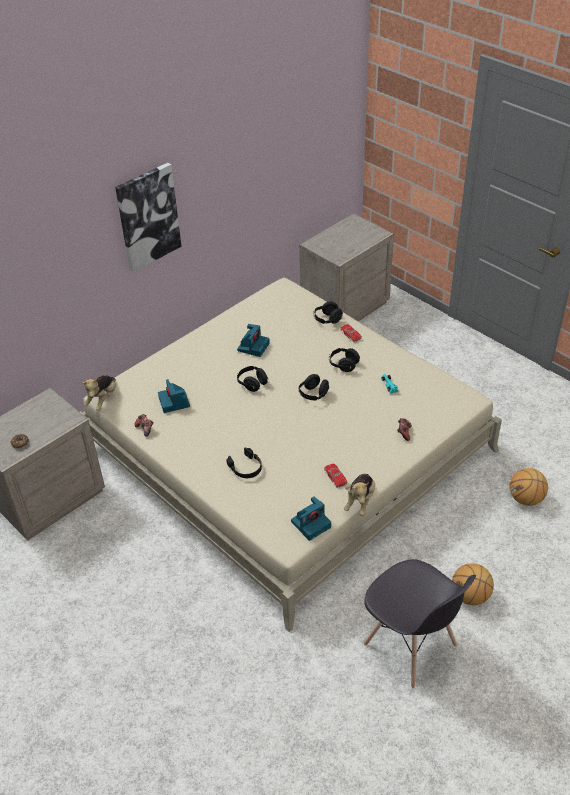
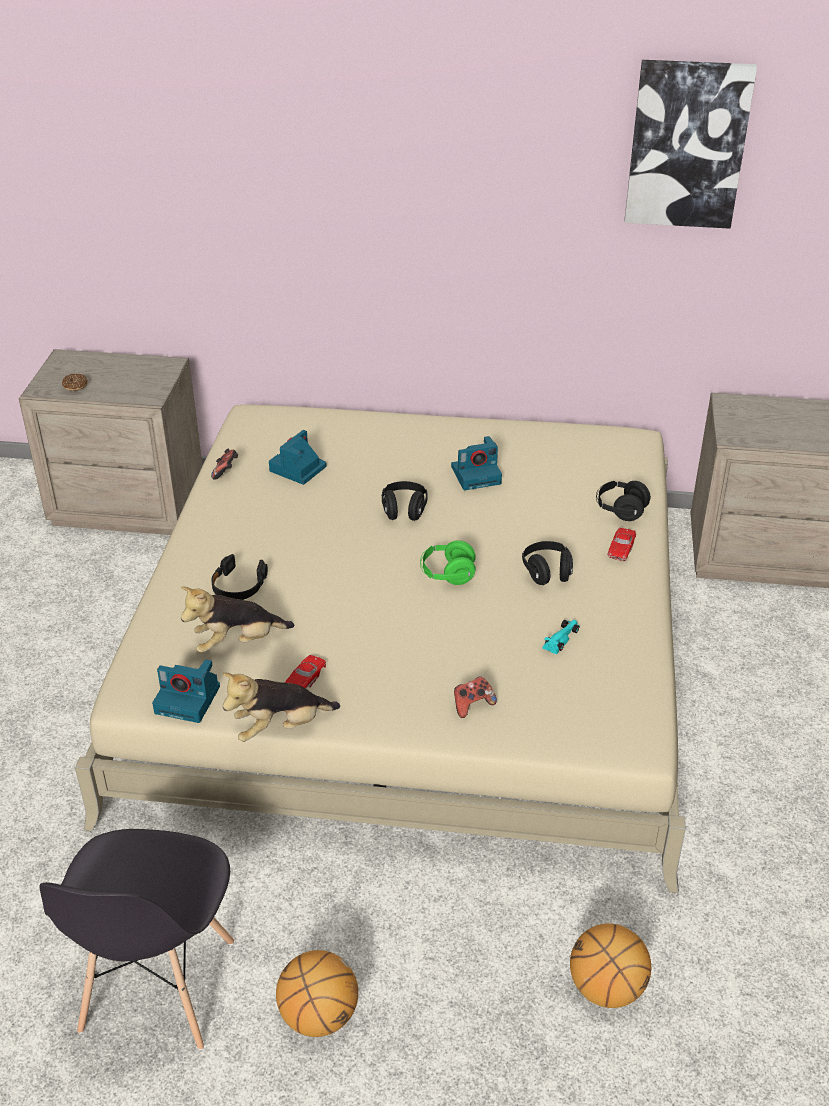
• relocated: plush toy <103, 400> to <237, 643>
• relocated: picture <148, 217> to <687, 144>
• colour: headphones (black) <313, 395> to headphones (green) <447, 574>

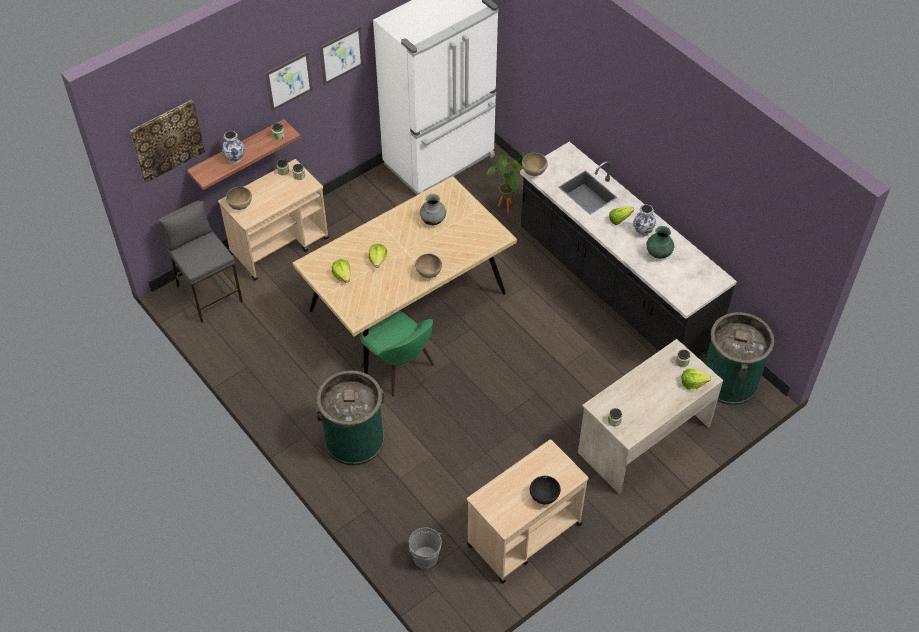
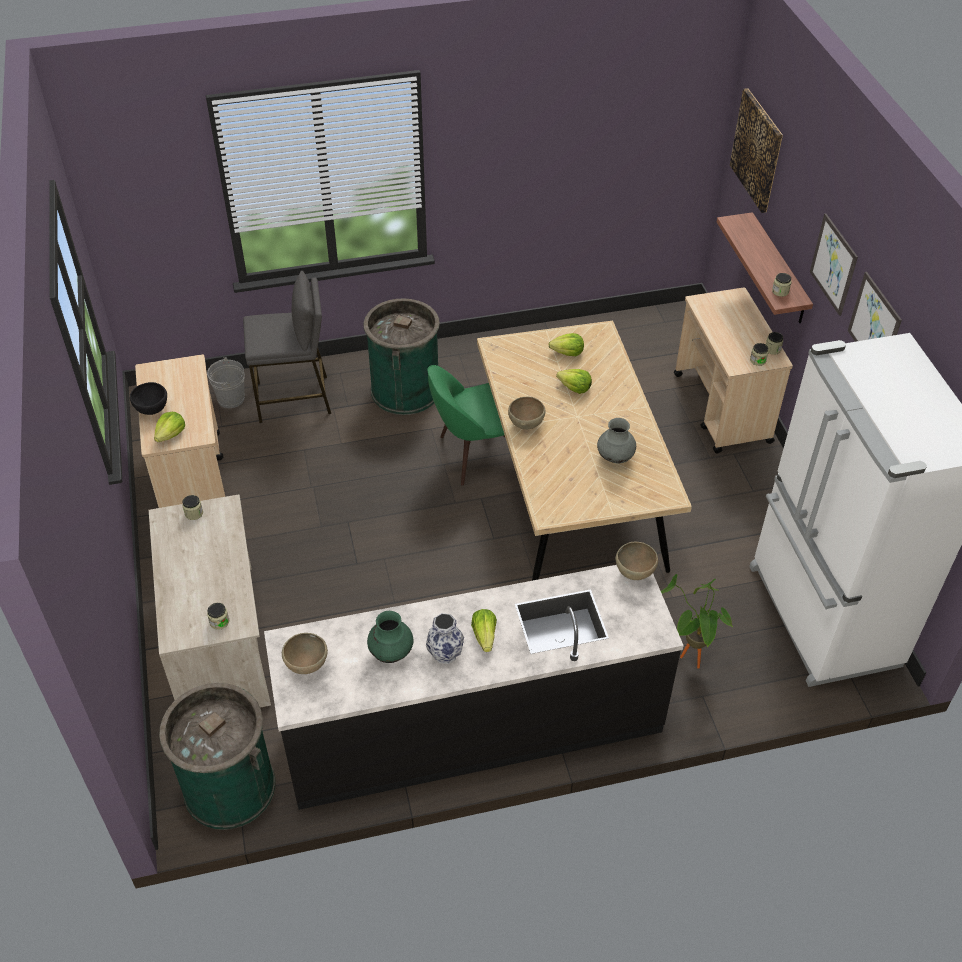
• missing: vase <235, 158>
• relocated: stool (grey) <209, 293> to <294, 399>
• relocated: bowl (brown) <240, 206> to <307, 665>
• relocated: lettuce <693, 383> to <171, 434>

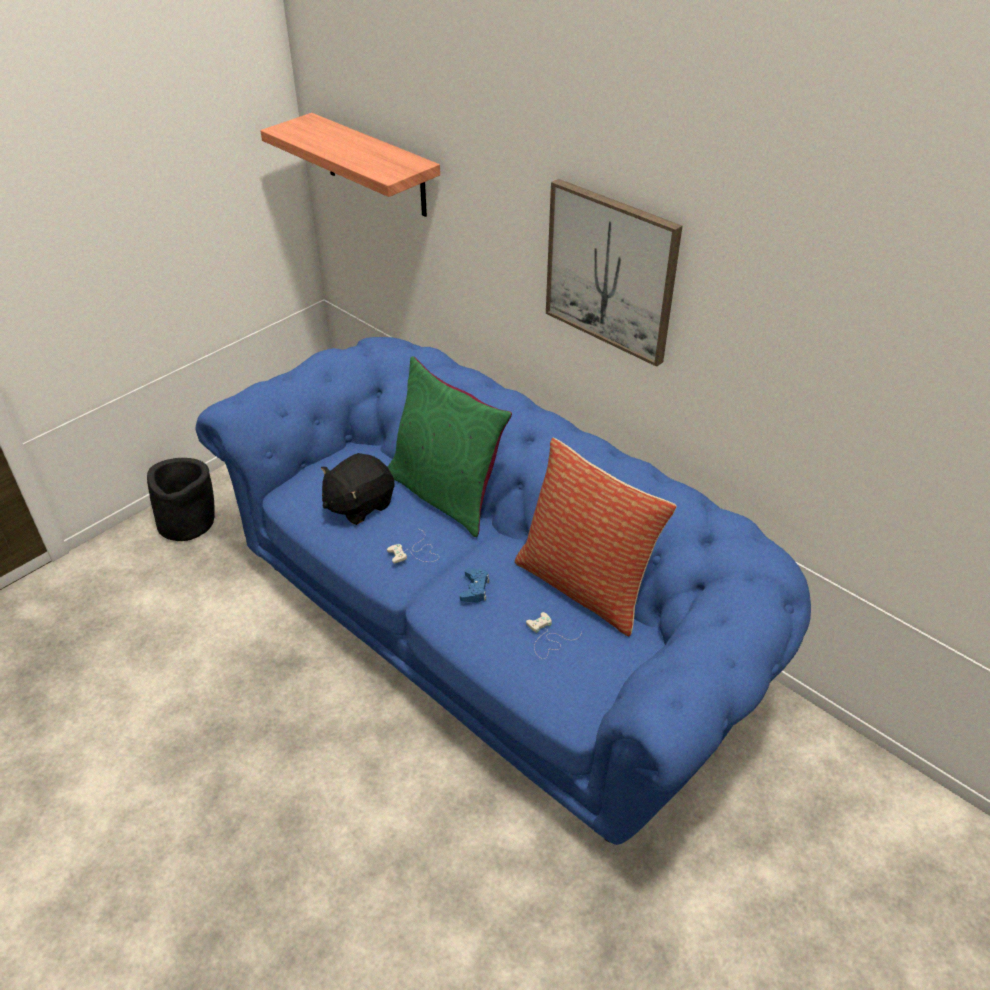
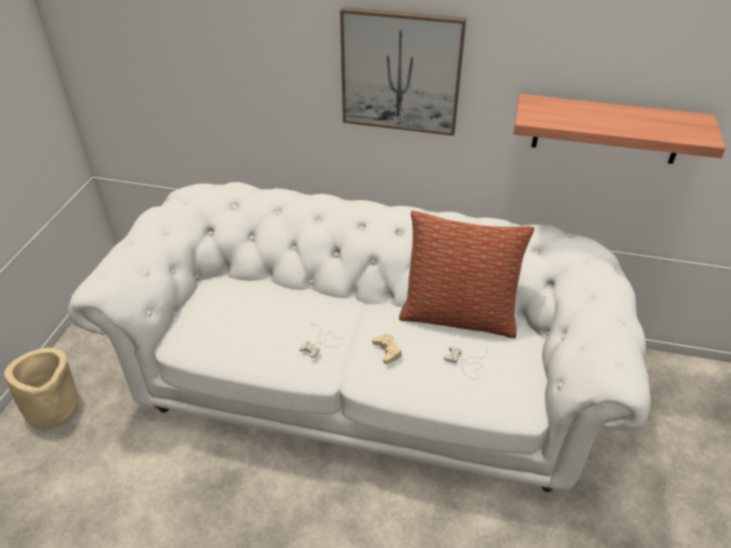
• missing: plush toy (black) <359, 505>
• missing: pillow (green) <446, 494>
• relocated: shelf <375, 166> to <607, 129>
• colour: planter (black) <188, 523> to planter (beige) <54, 408>
• colour: sofa (blue) <493, 628> to sofa (white) <365, 382>
• colour: game controller (blue) <475, 589> to game controller (beige) <387, 351>

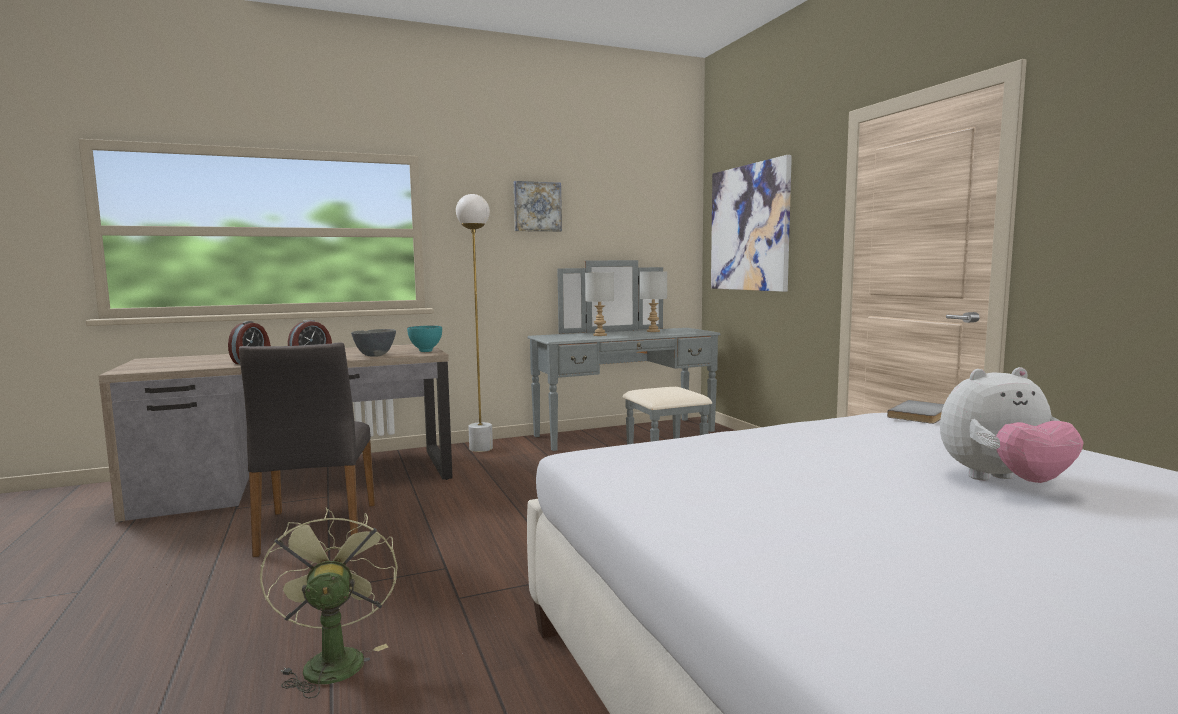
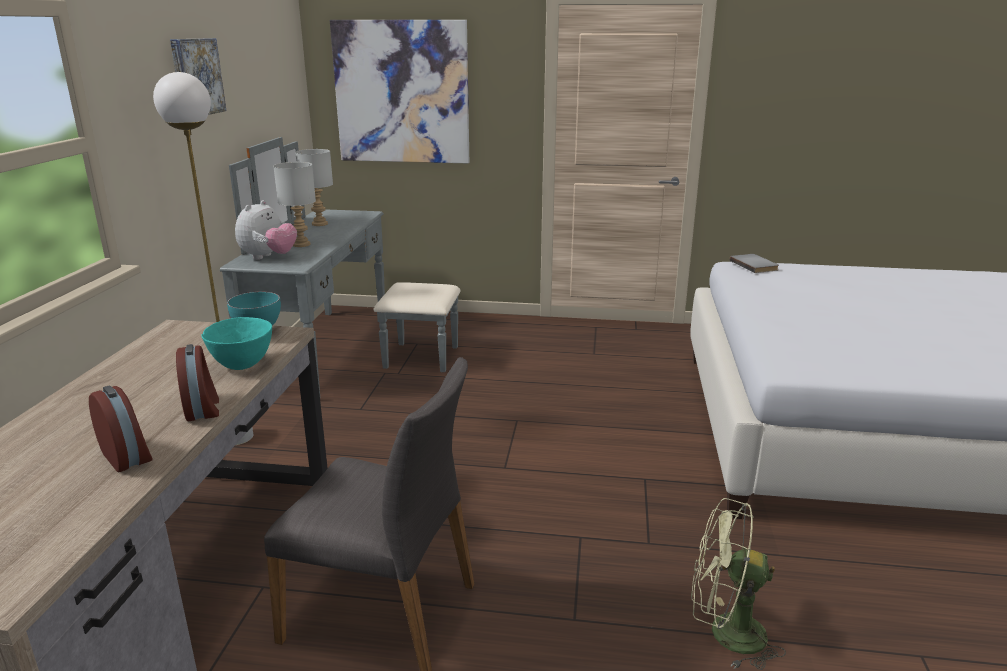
• relocated: plush toy <1002, 482> to <268, 257>
• colour: bowl (grey) <374, 356> to bowl (turquoise) <241, 366>

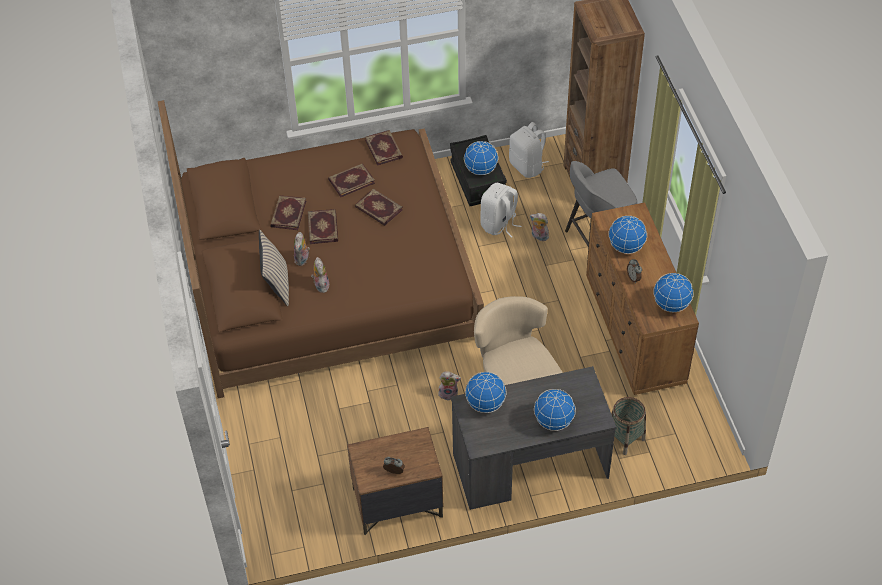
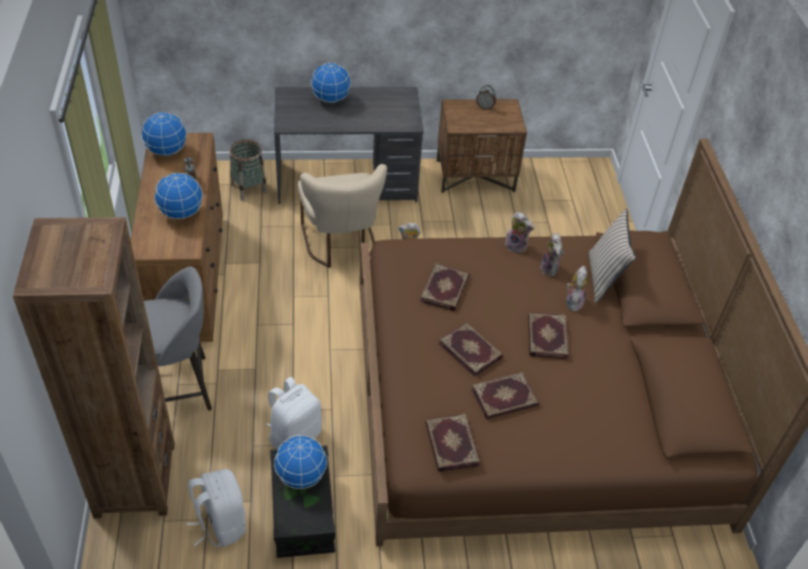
• missing: globe <485, 403>
• relocated: book <287, 214> to <445, 289>
• relocated: plush toy <538, 237> to <517, 246>

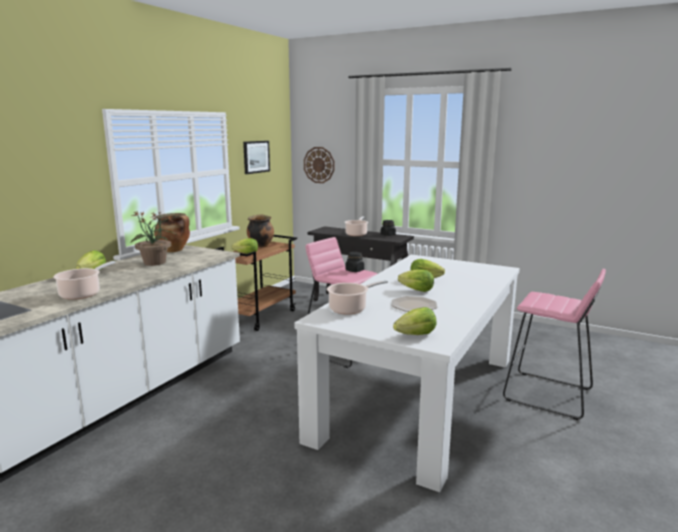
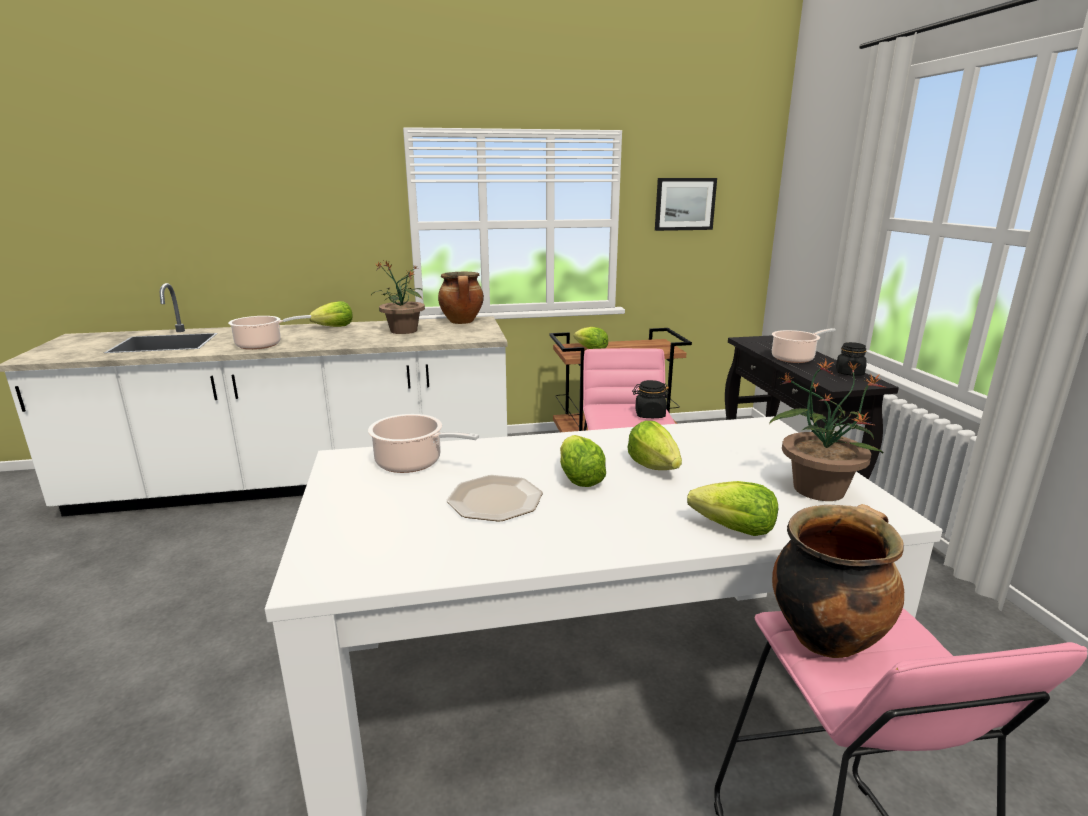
• missing: wall clock <319, 165>
• appeared: potted plant <817, 488>
• relocated: cooking pot <260, 245> to <826, 635>
• relocated: lettuce <416, 335> to <734, 529>

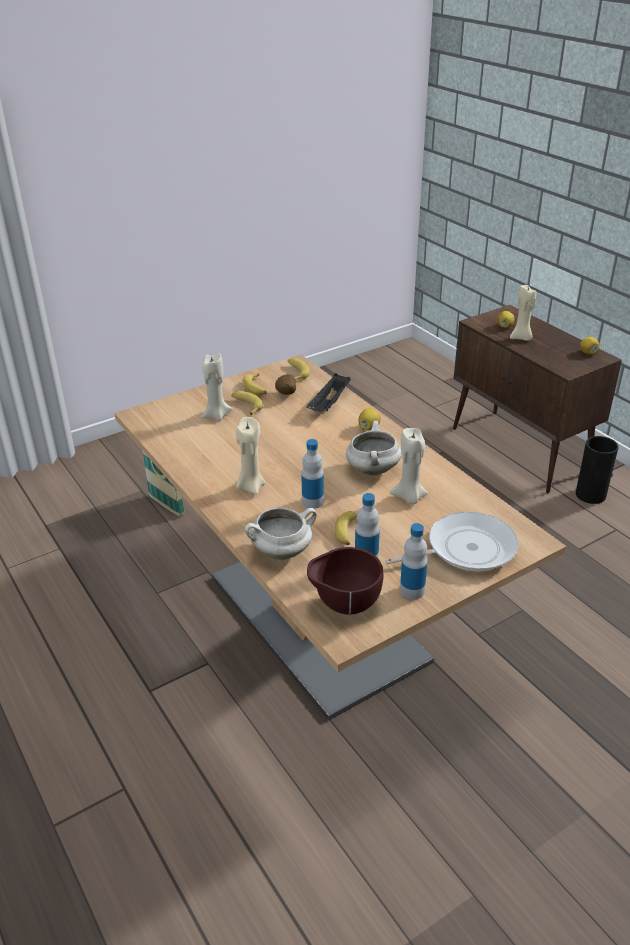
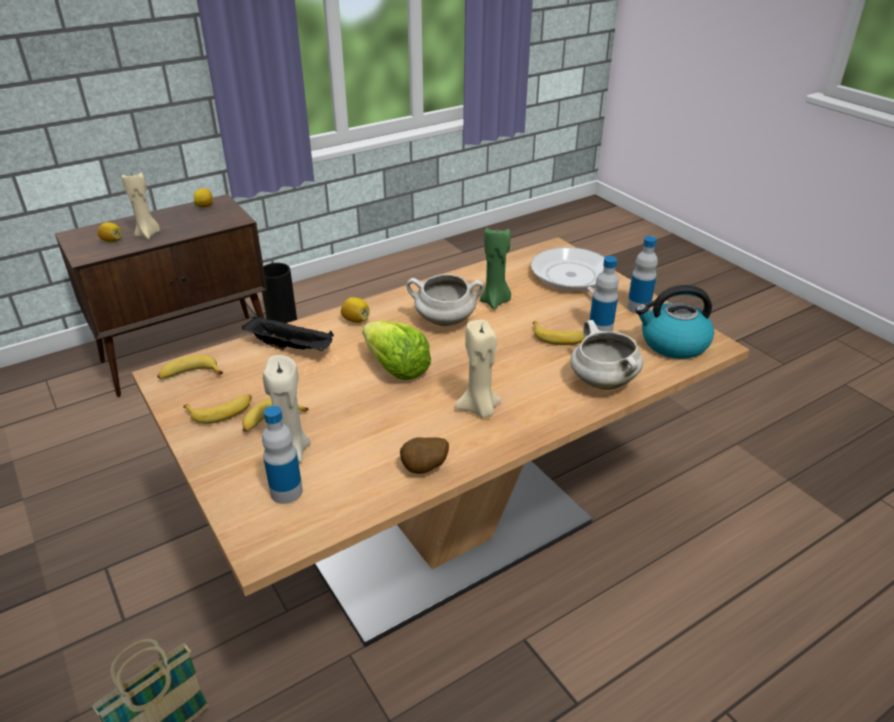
• appeared: lettuce <395, 368>
• relocated: potato <285, 394> to <424, 469>
• relocated: bottle <312, 502> to <286, 492>
• exchanged: bowl (brown) <344, 606> to kettle <673, 343>
• colour: candle (beige) <409, 497> to candle (green) <495, 302>

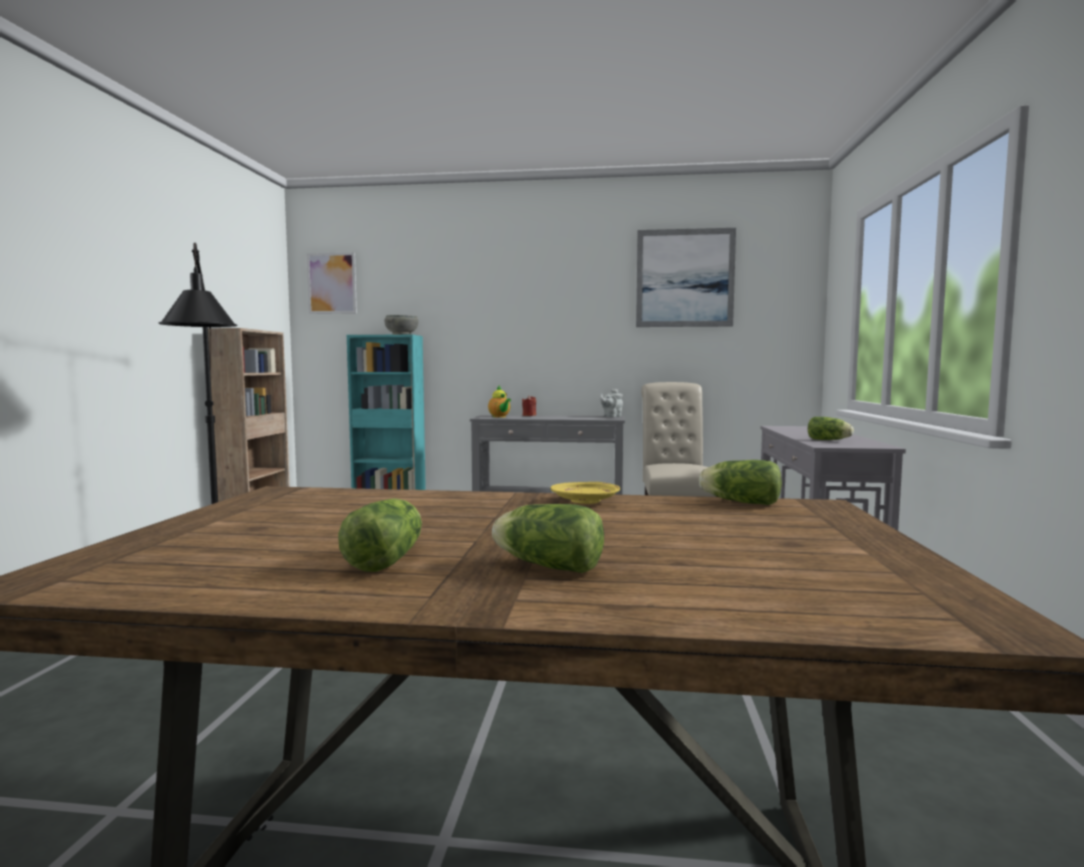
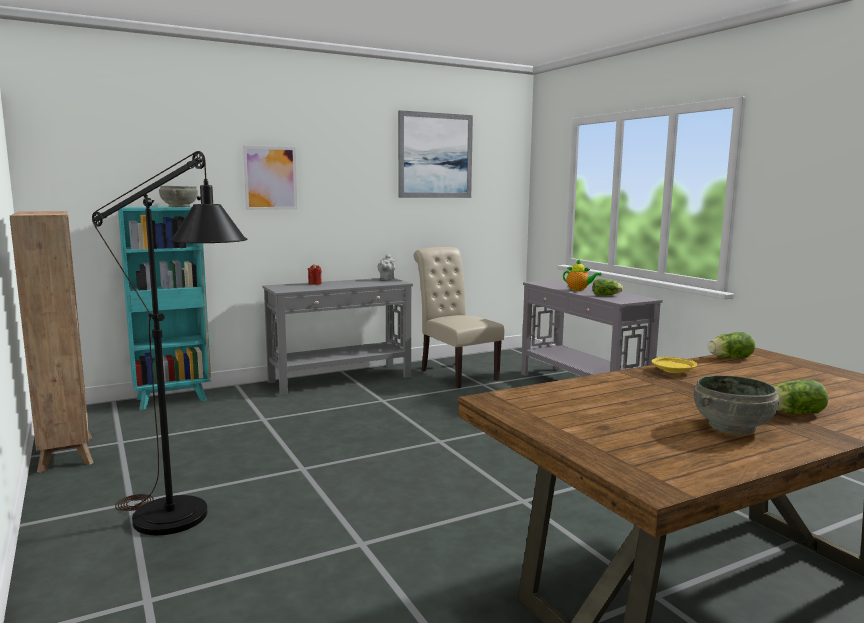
• relocated: picture <332, 283> to <270, 178>
• relocated: teapot <500, 417> to <579, 290>
• exchanged: lettuce <388, 559> to bowl (grey) <732, 427>

